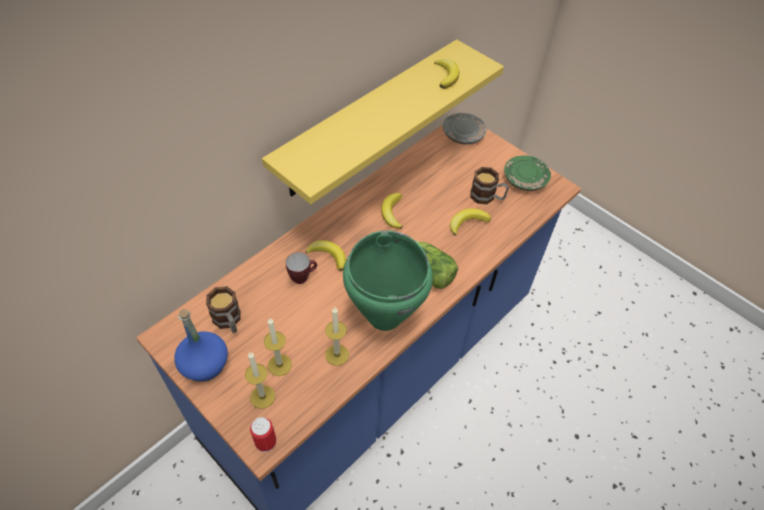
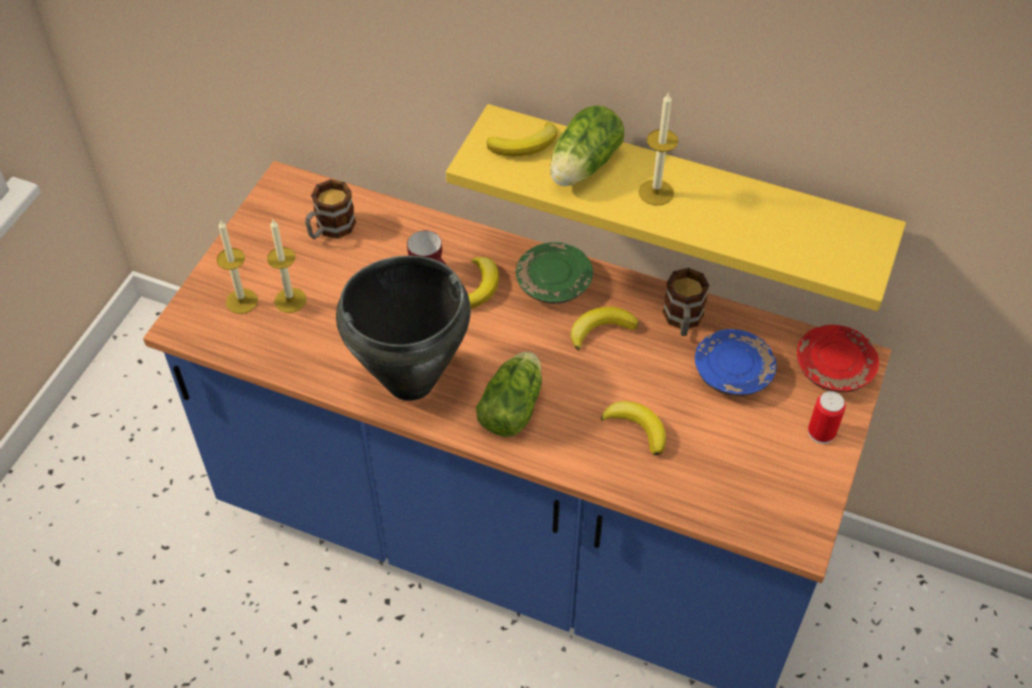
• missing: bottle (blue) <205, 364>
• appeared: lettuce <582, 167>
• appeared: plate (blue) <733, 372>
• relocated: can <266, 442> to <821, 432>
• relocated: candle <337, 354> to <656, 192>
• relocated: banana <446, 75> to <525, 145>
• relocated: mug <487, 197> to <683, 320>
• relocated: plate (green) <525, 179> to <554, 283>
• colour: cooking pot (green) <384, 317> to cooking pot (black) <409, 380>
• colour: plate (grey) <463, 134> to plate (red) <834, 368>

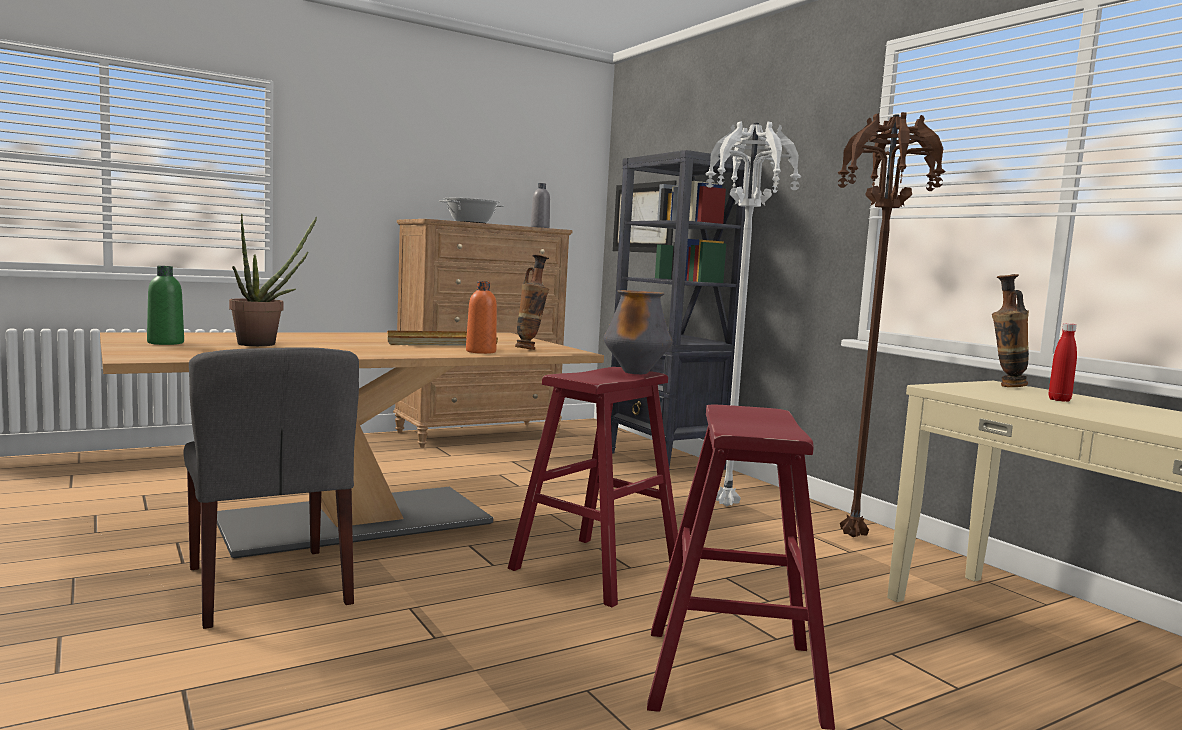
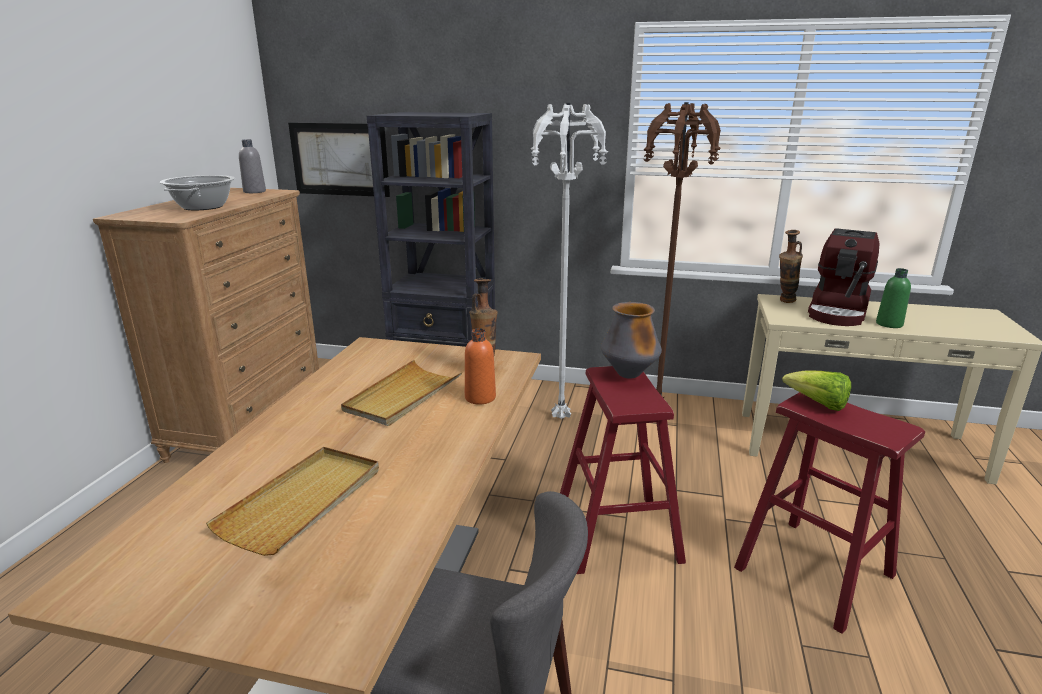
• appeared: lettuce <818, 404>
• relocated: bottle (green) <165, 343> to <889, 324>
• exchanged: potted plant <265, 344> to tray (beige) <303, 502>
• exchanged: bottle (red) <1059, 400> to coffee machine <839, 312>

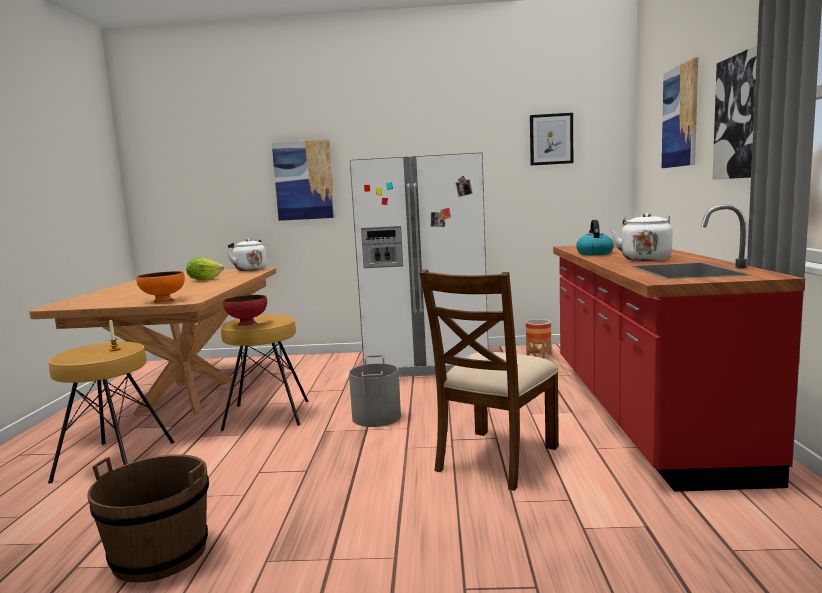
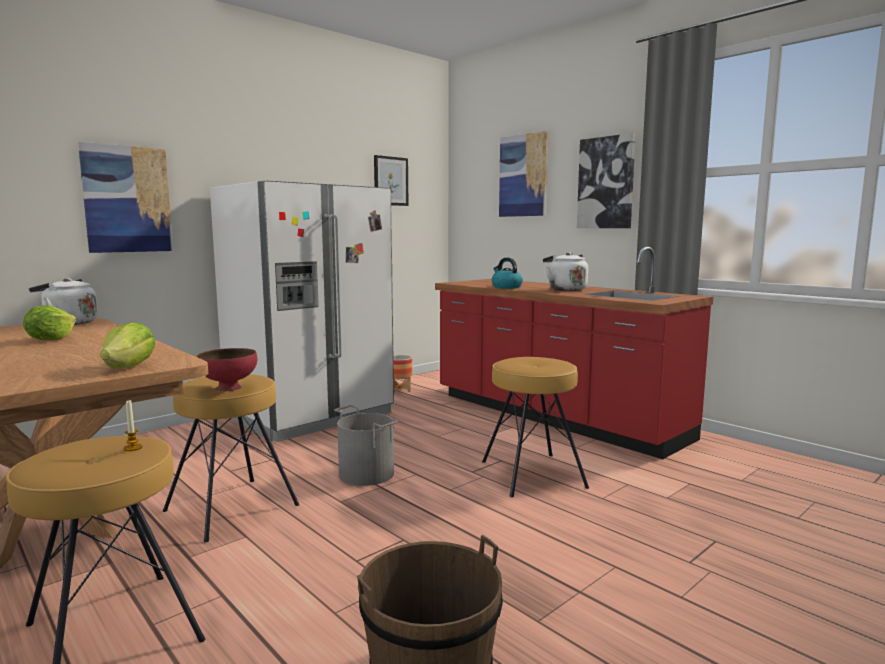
• exchanged: bowl (orange) <164, 301> to lettuce <129, 367>
• exchanged: chair (brown) <495, 458> to stool (brown) <531, 474>

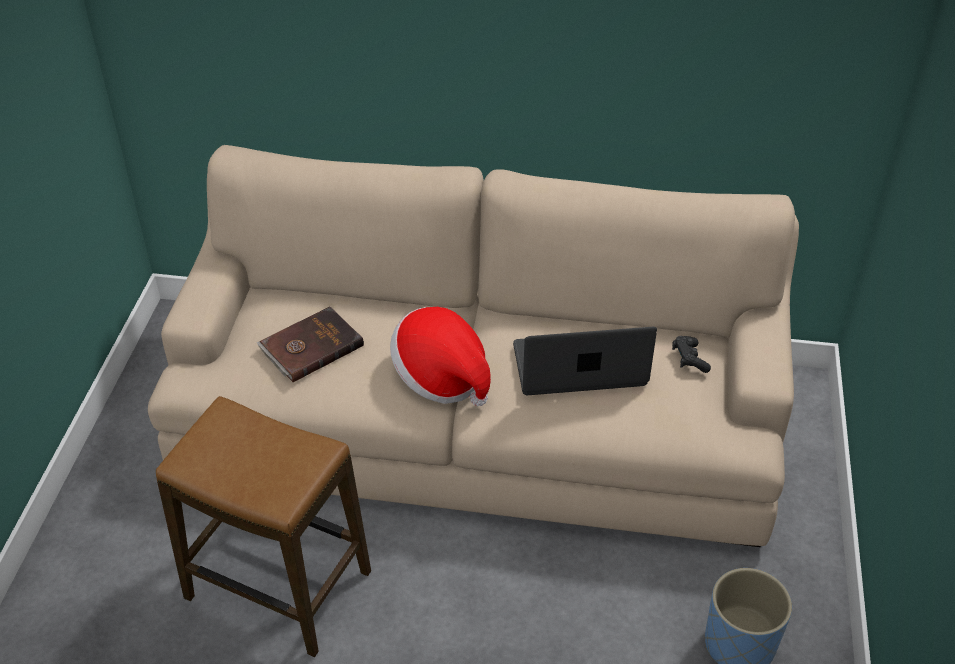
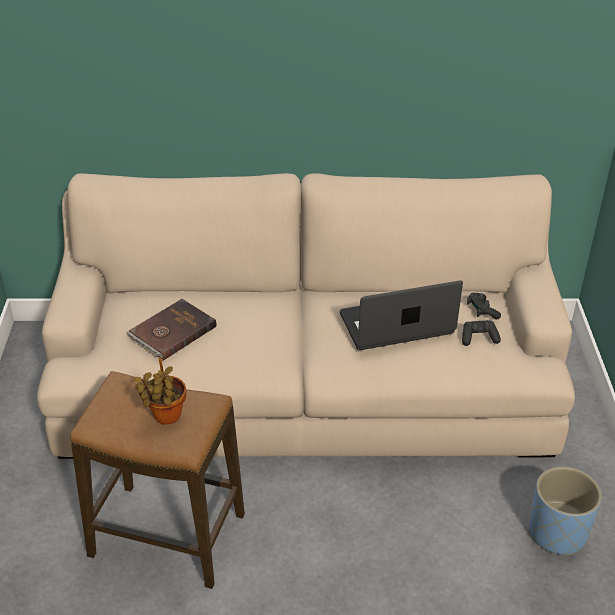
• missing: hat <441, 377>
• appeared: potted plant <165, 417>
• appeared: game controller (black) <478, 338>

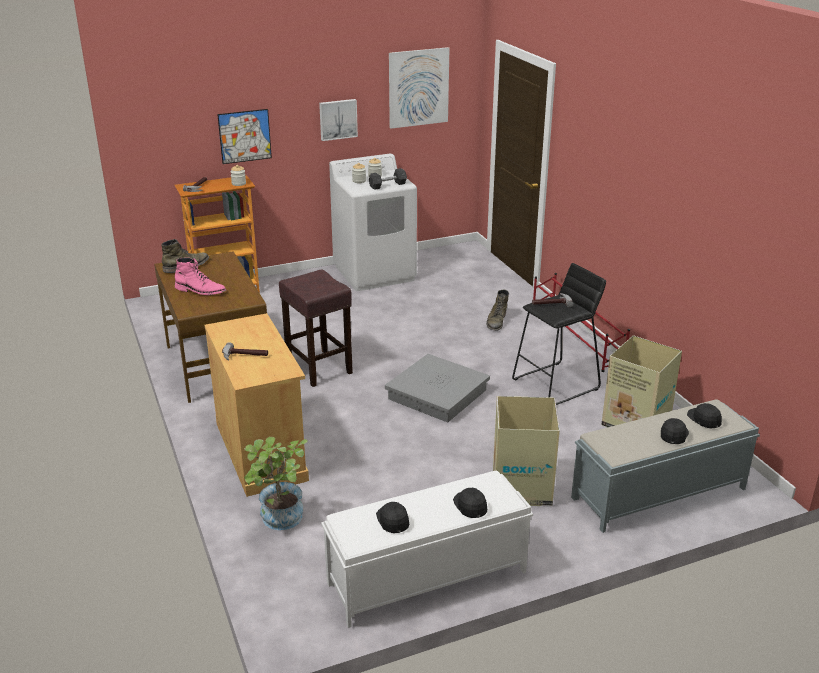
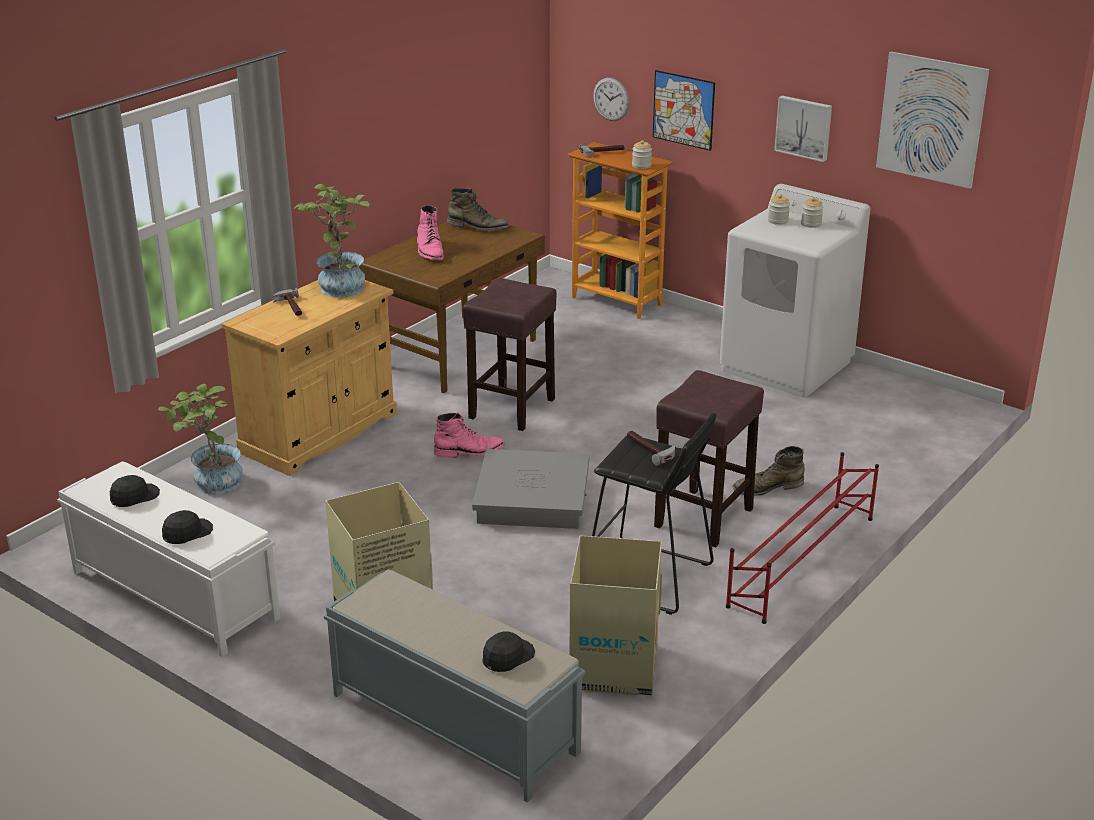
• missing: dumbbell (grey) <387, 185>
• missing: cap (black) <673, 434>
• appeared: potted plant <339, 285>
• appeared: boot (pink) <469, 452>
• appeared: wall clock <611, 99>
• appeared: stool (brown) <703, 518>

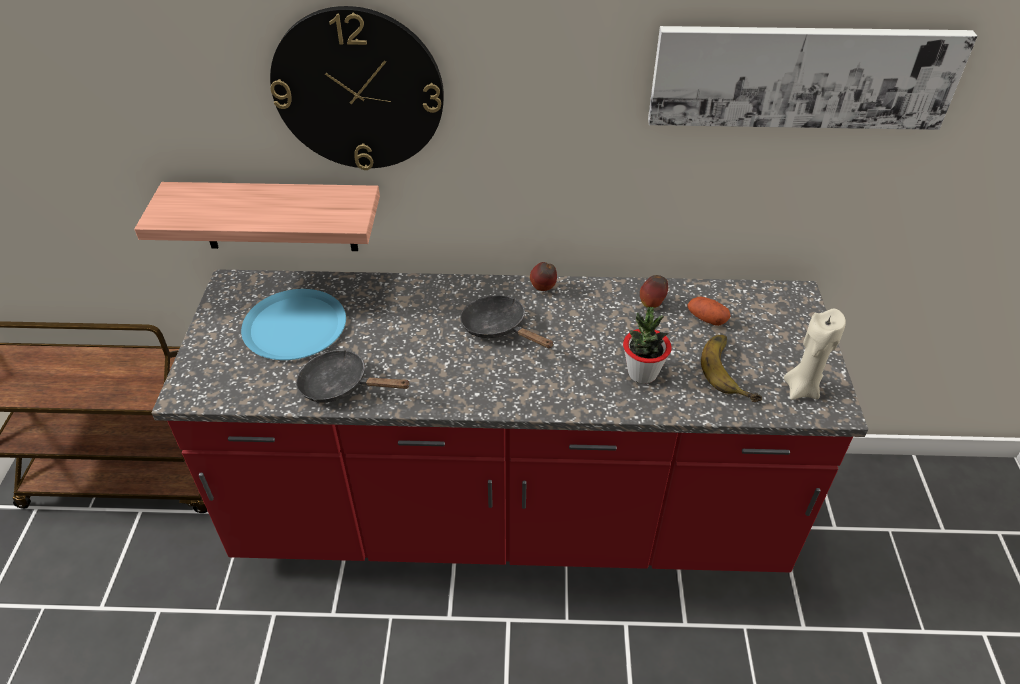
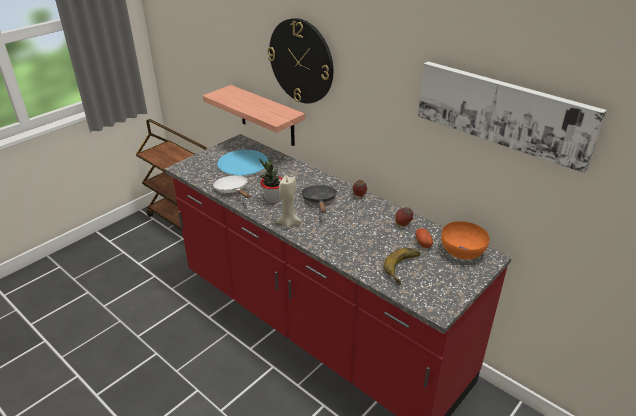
• appeared: bowl (orange) <461, 251>
• relocated: potted plant <642, 373> to <273, 199>
• relocated: candle (beige) <802, 388> to <288, 223>
• colour: frying pan (black) <341, 386> to frying pan (white) <233, 190>

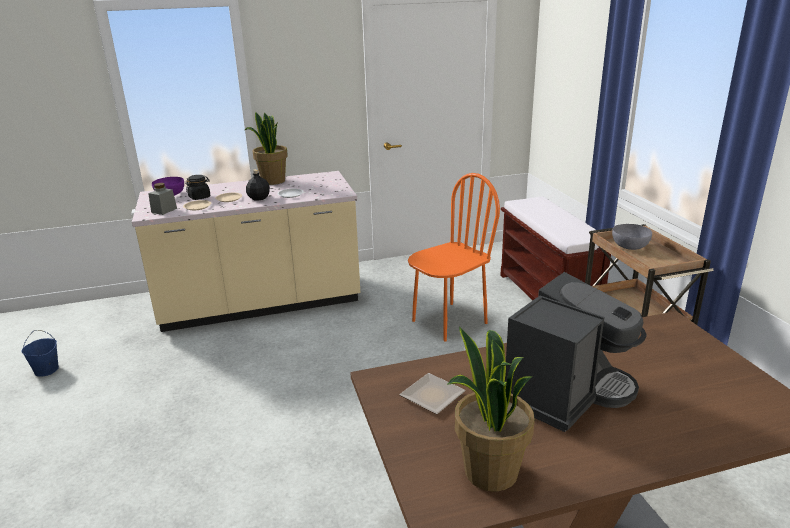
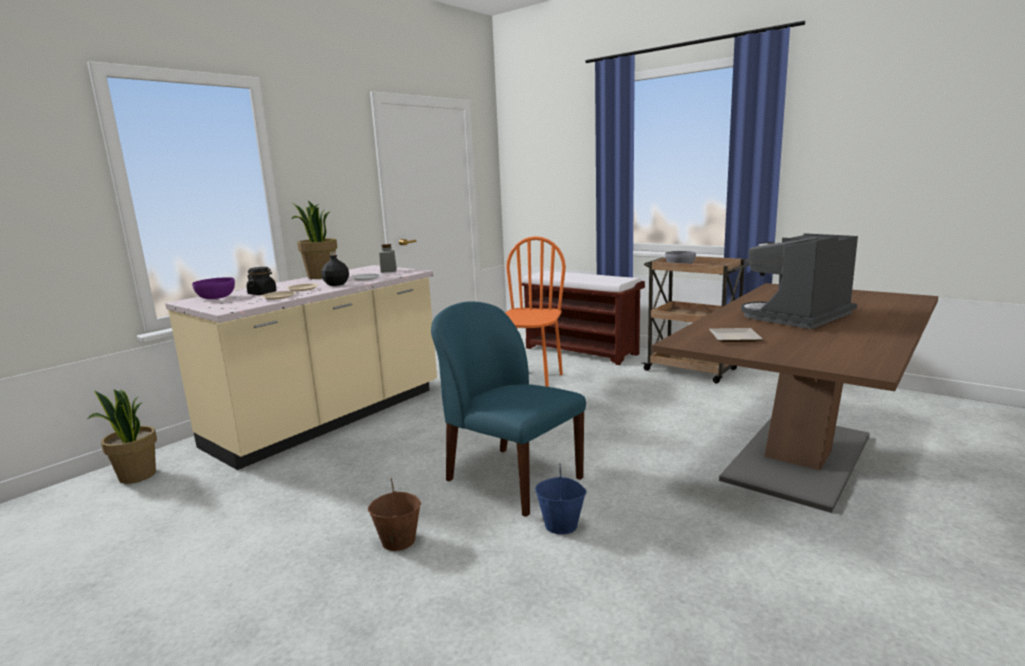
• appeared: bucket (brown) <398, 541>
• appeared: chair (blue) <511, 479>
• relocated: bucket (blue) <46, 370> to <561, 525>
• relocated: jar (grey) <164, 210> to <388, 270>
• relocated: potted plant <489, 472> to <136, 476>
• spun: coffee machine <565, 392> = <798, 317> 135 degrees counterclockwise

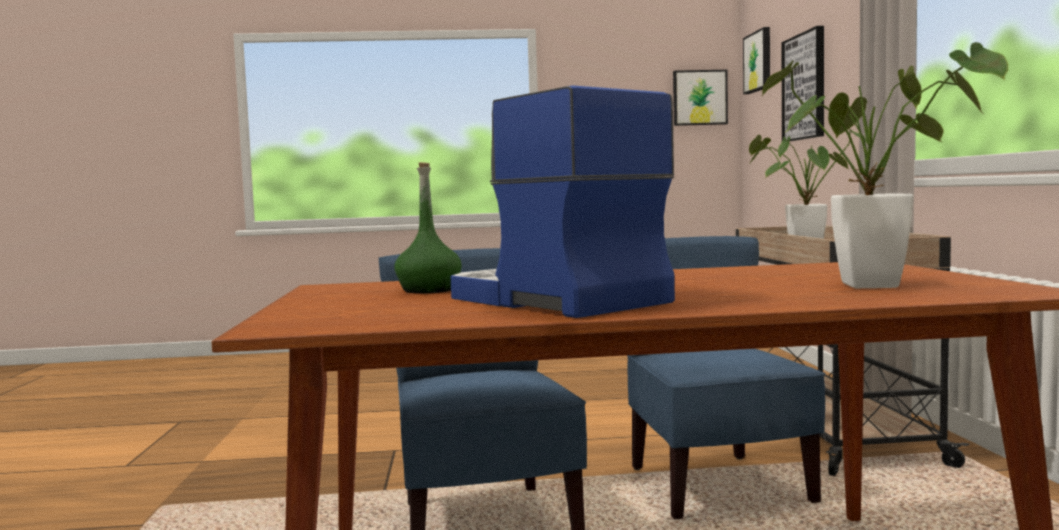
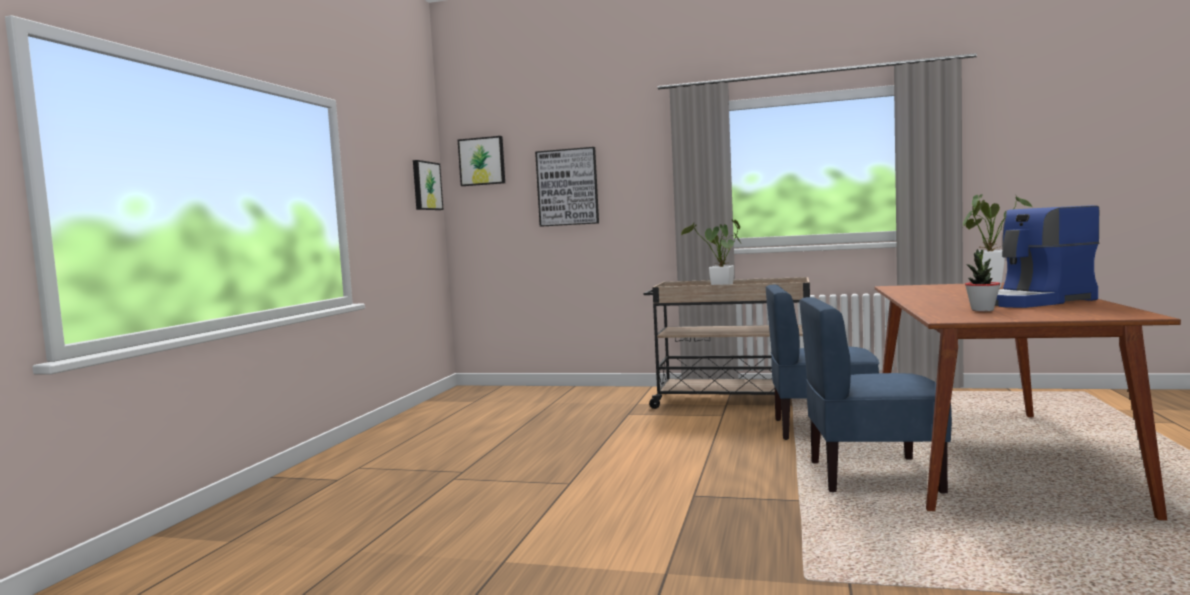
• exchanged: bottle (green) <429, 290> to potted plant <982, 310>

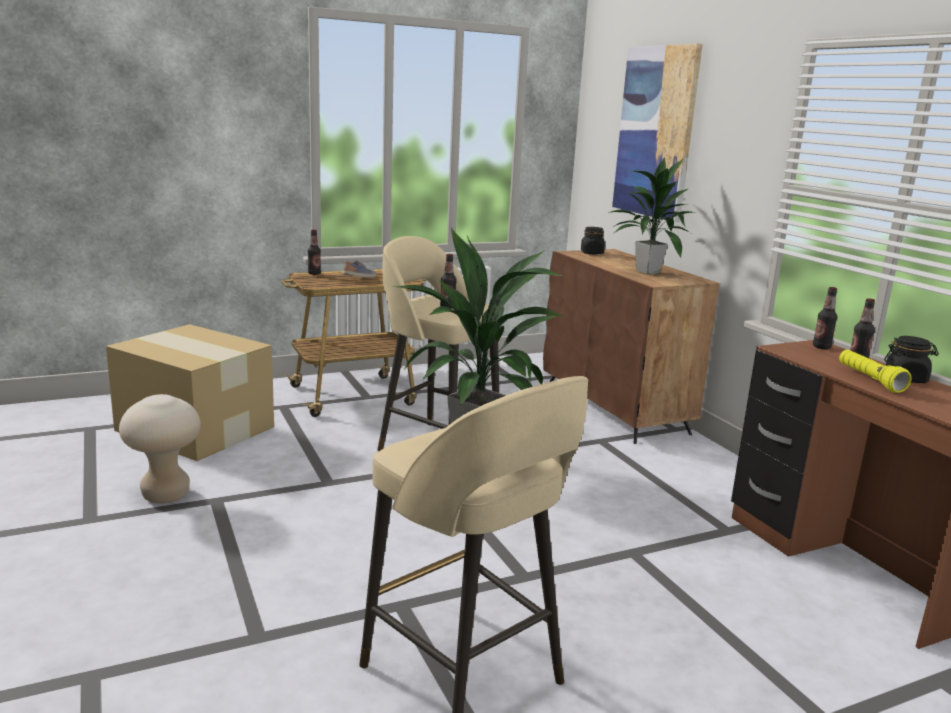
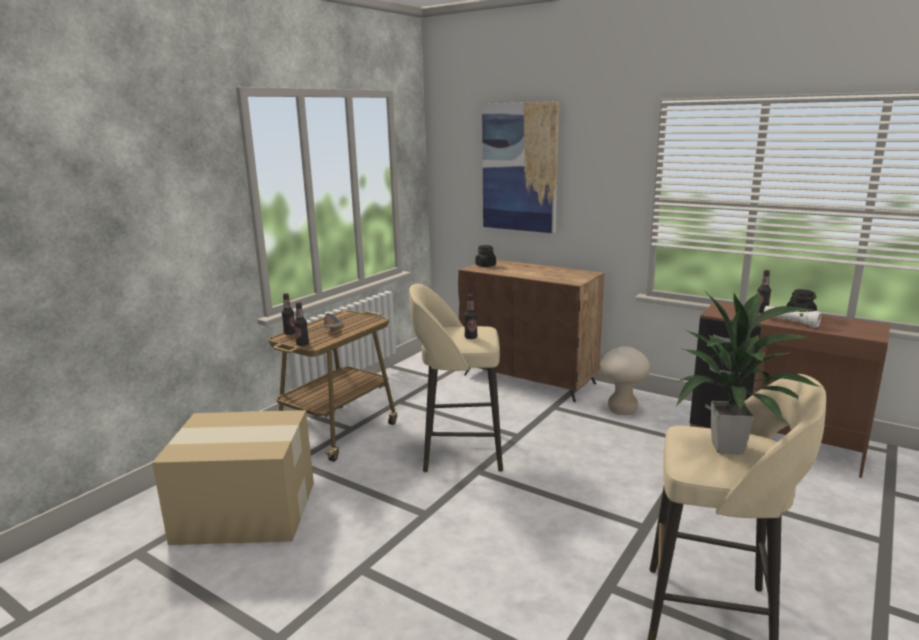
• missing: potted plant <646, 272>
• relocated: stool (beige) <166, 495> to <622, 410>
• relocated: bottle <821, 347> to <302, 344>
• colour: flashlight (yellow) <869, 380> to flashlight (white) <790, 322>

